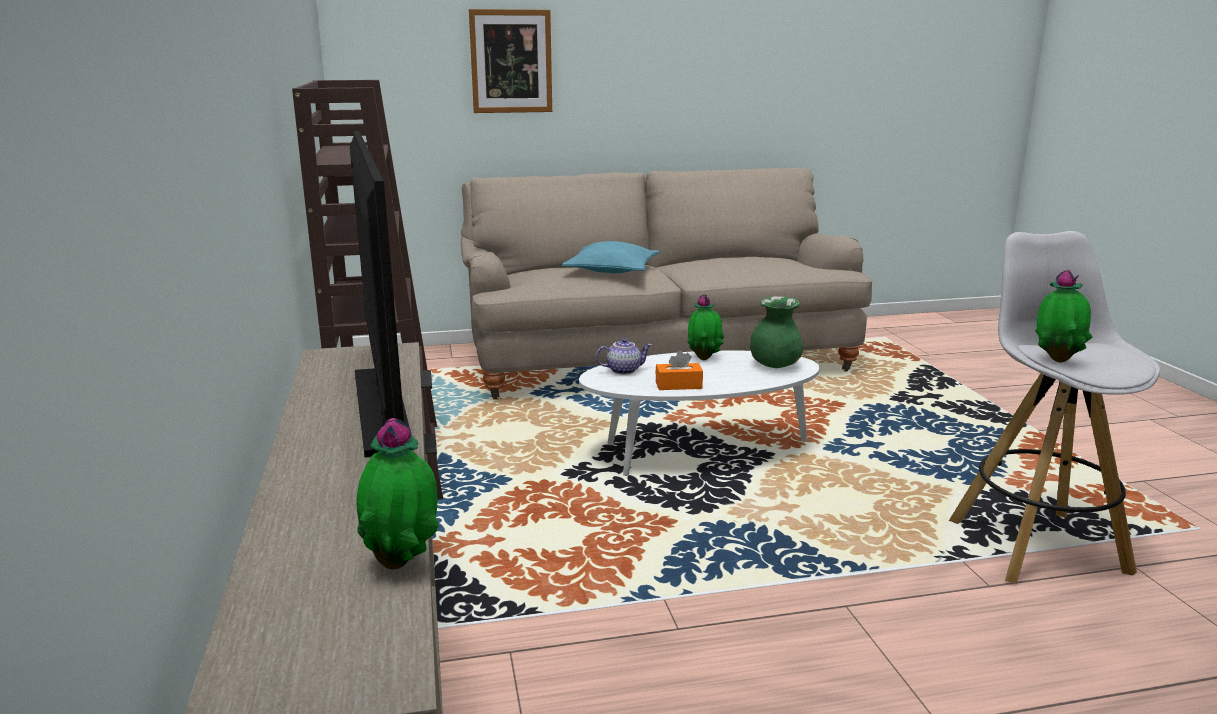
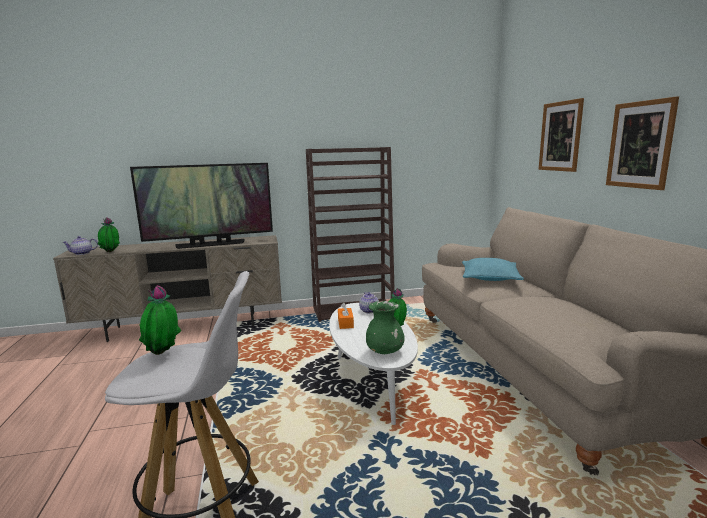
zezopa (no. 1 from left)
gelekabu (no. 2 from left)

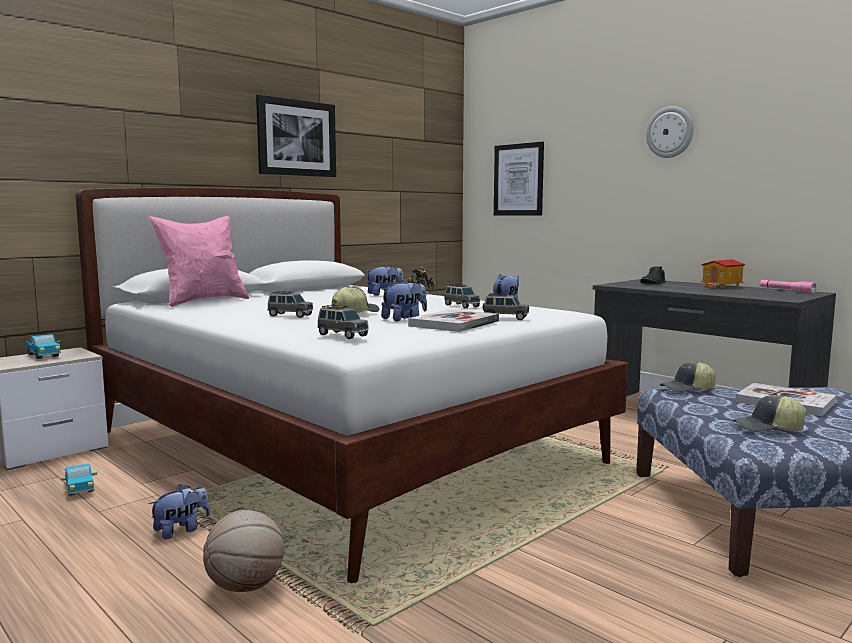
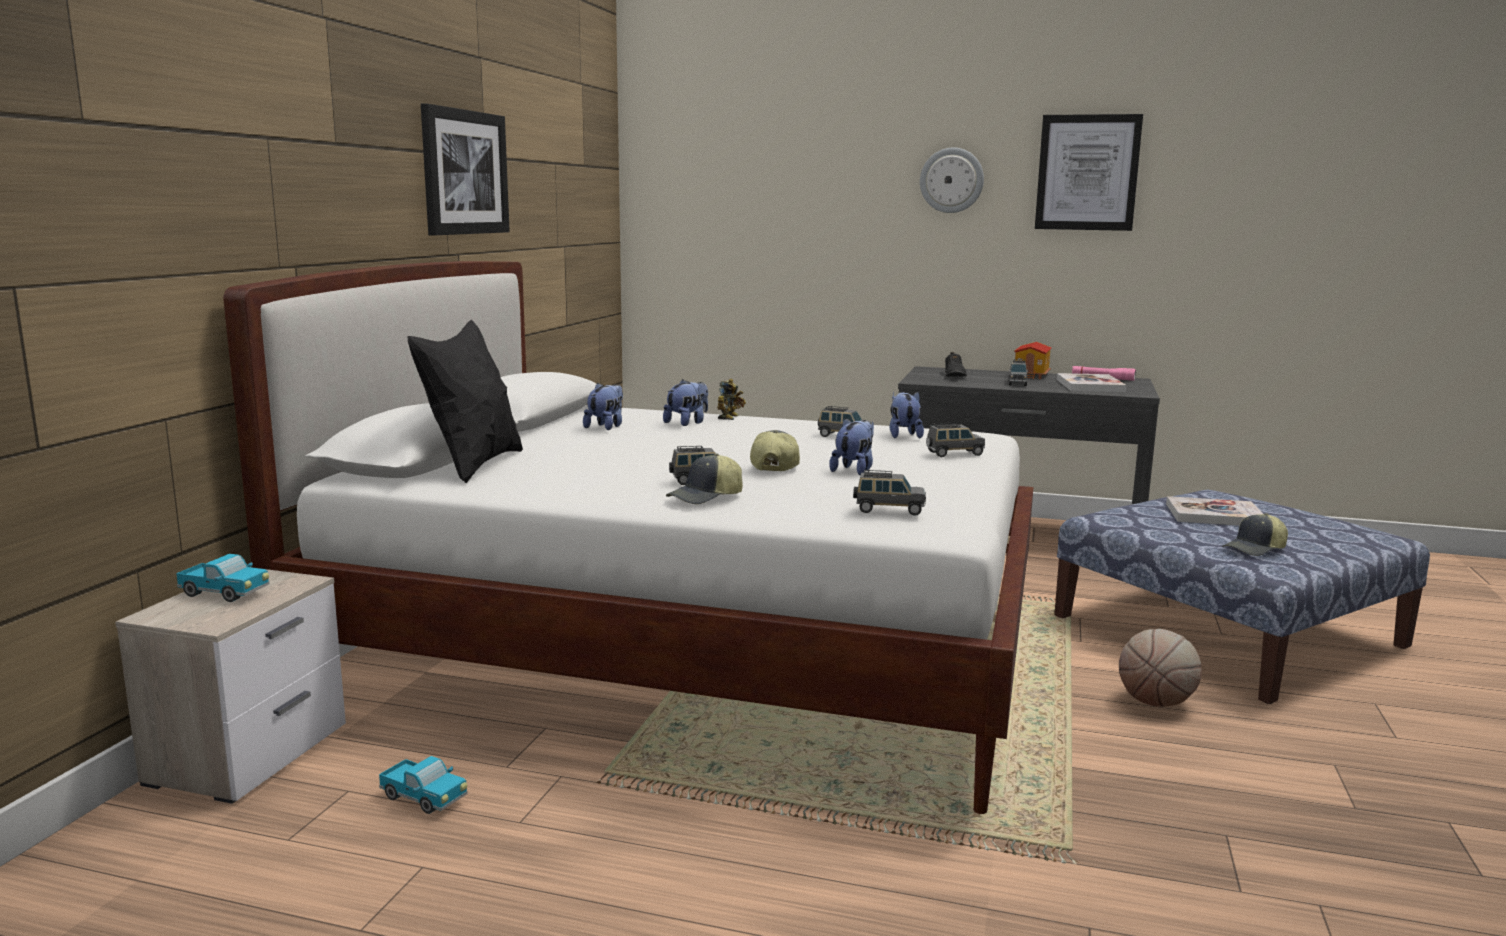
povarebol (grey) (no. 5 from left)
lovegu (no. 1 from left)
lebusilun
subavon (no. 1 from left)
gelekabu (no. 2 from left)
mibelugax (no. 1 from left)
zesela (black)

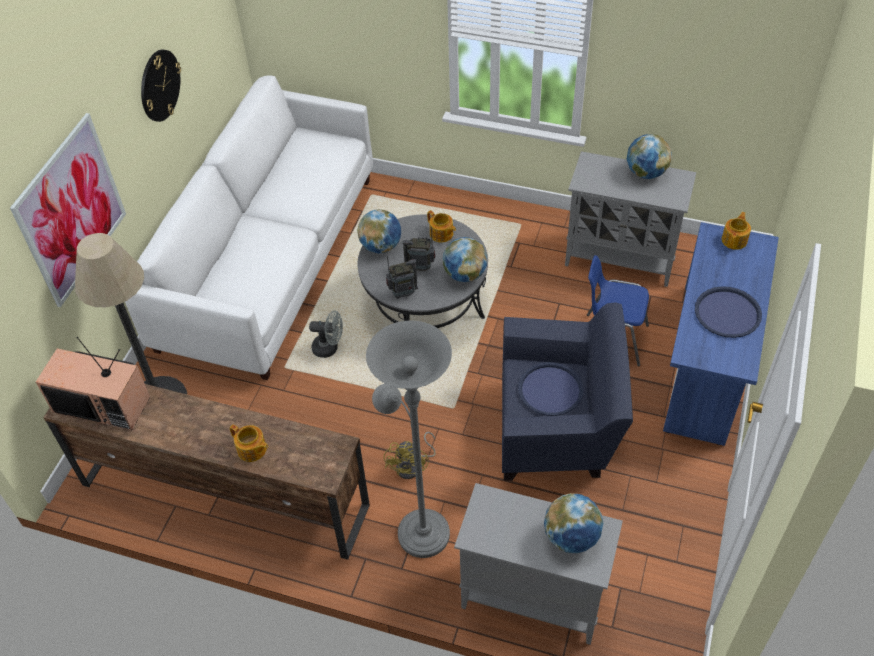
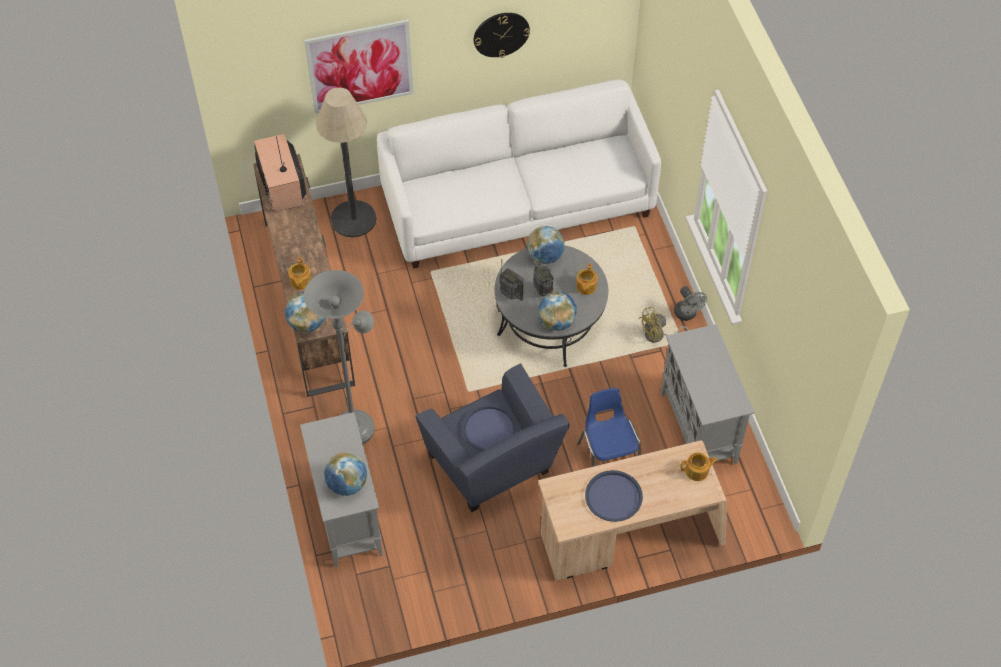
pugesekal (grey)
pugesekal (yellow)
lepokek (no. 1 from left)
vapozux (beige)

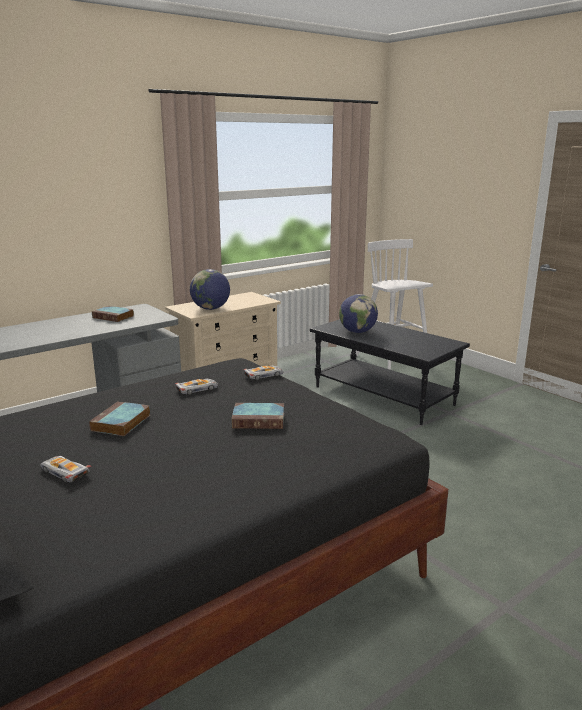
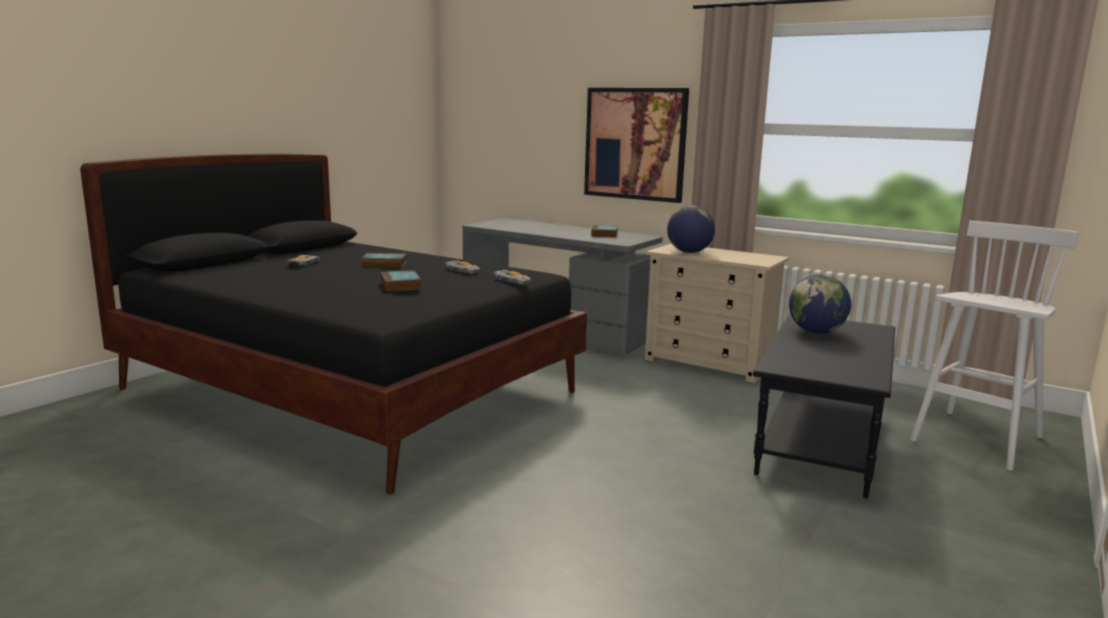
gelekabu

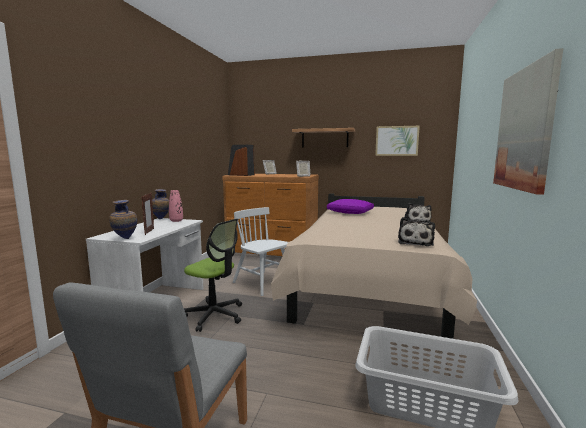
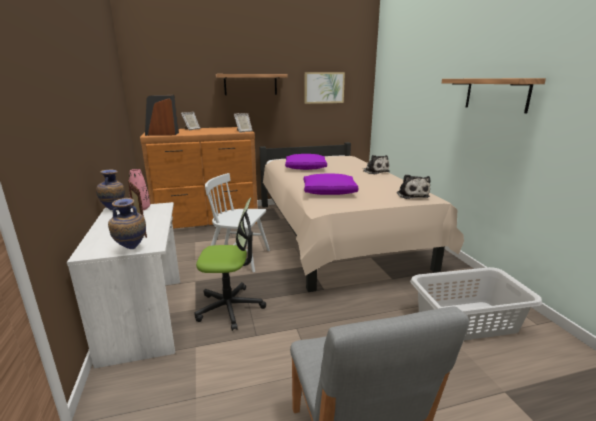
zesela (purple) (no. 2 from left)
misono (no. 2 from left)

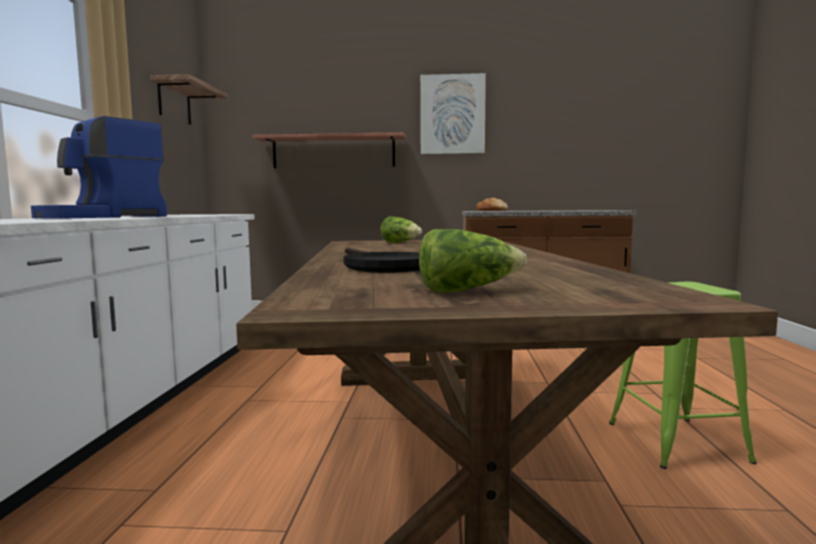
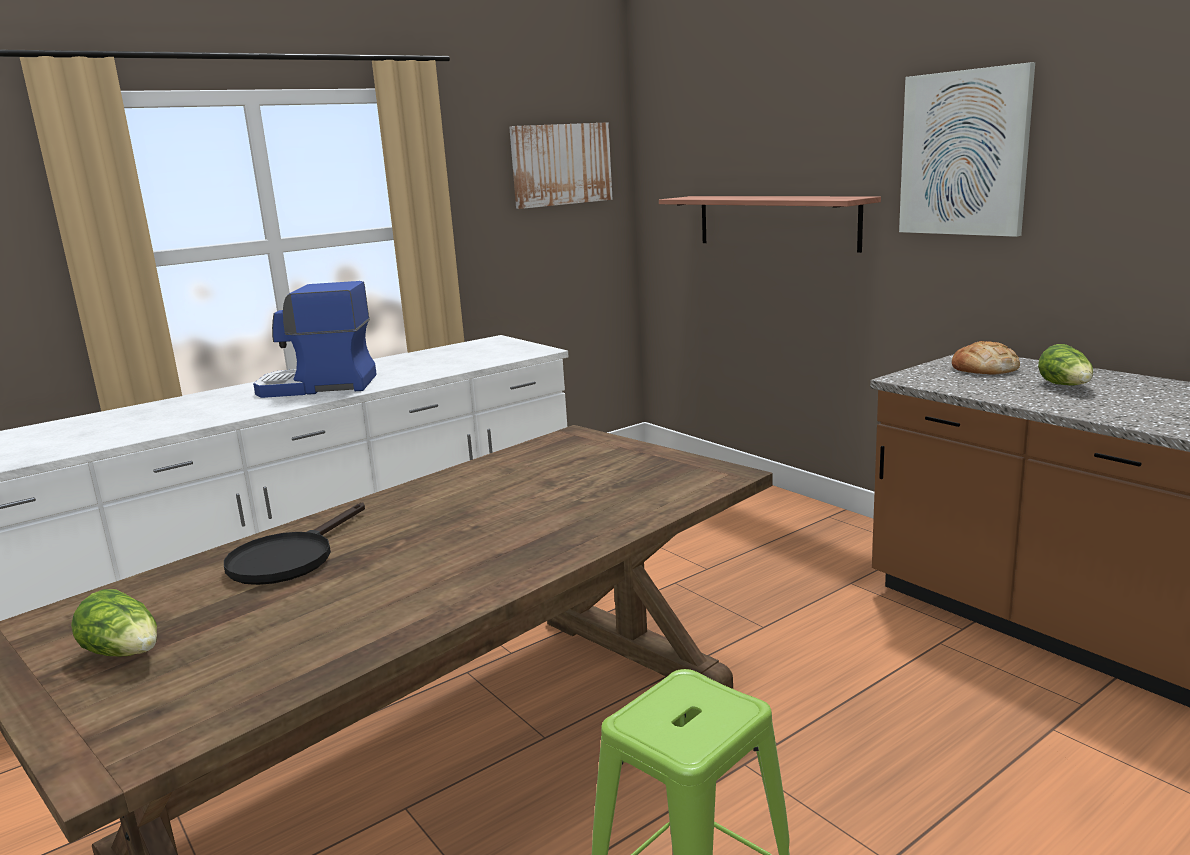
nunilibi (no. 2 from left)
gelekabu (no. 1 from left)

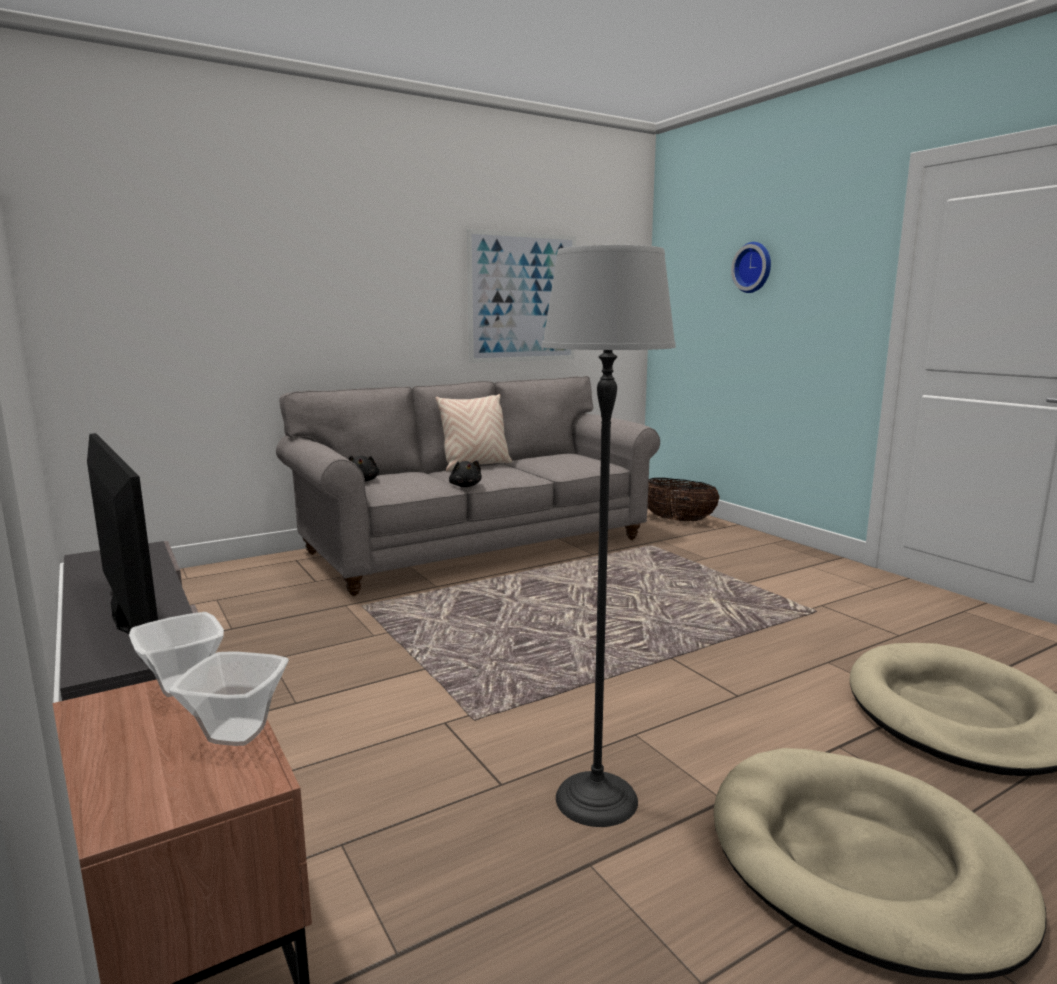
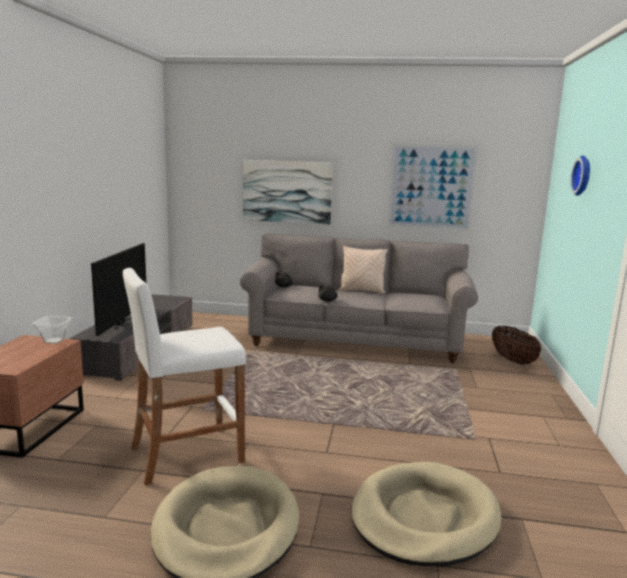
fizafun (no. 2 from left in the first image)
gelekabu (no. 1 from left)
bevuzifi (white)

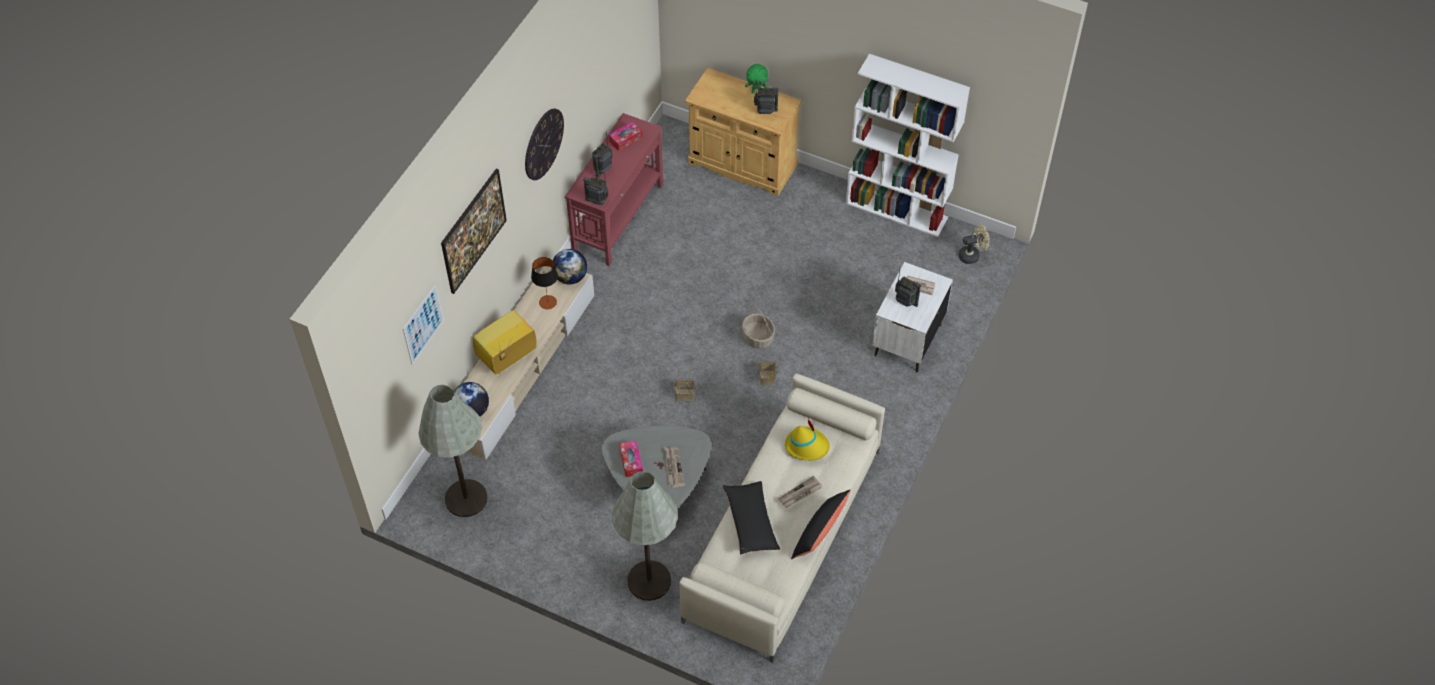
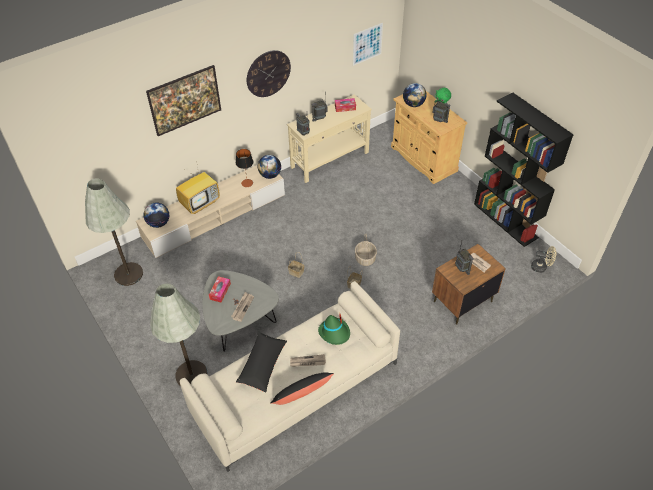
lepokek (no. 3 from left)
gelekabu (no. 2 from left)
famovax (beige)
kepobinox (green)
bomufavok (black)
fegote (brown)
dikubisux

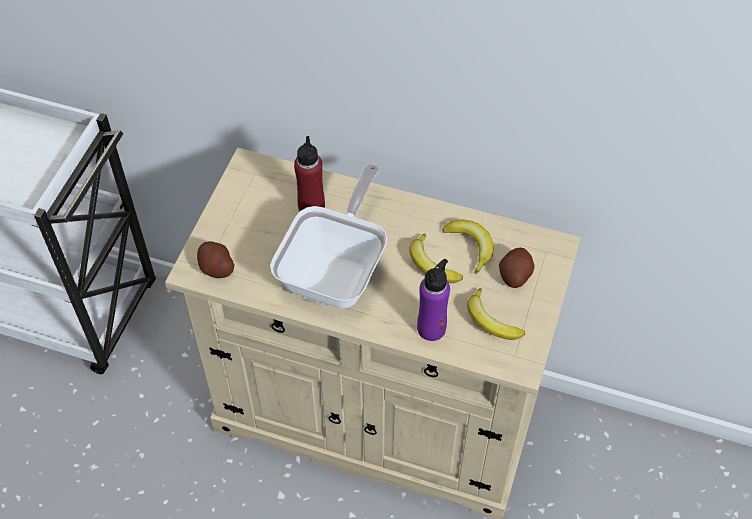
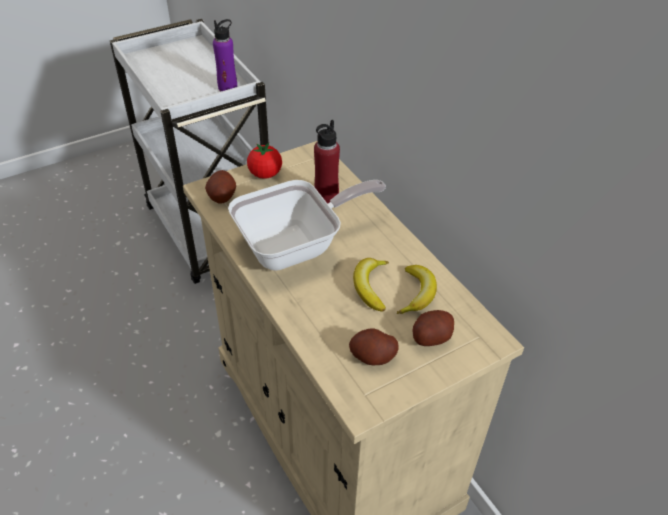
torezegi
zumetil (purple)
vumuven (no. 2 from left)

